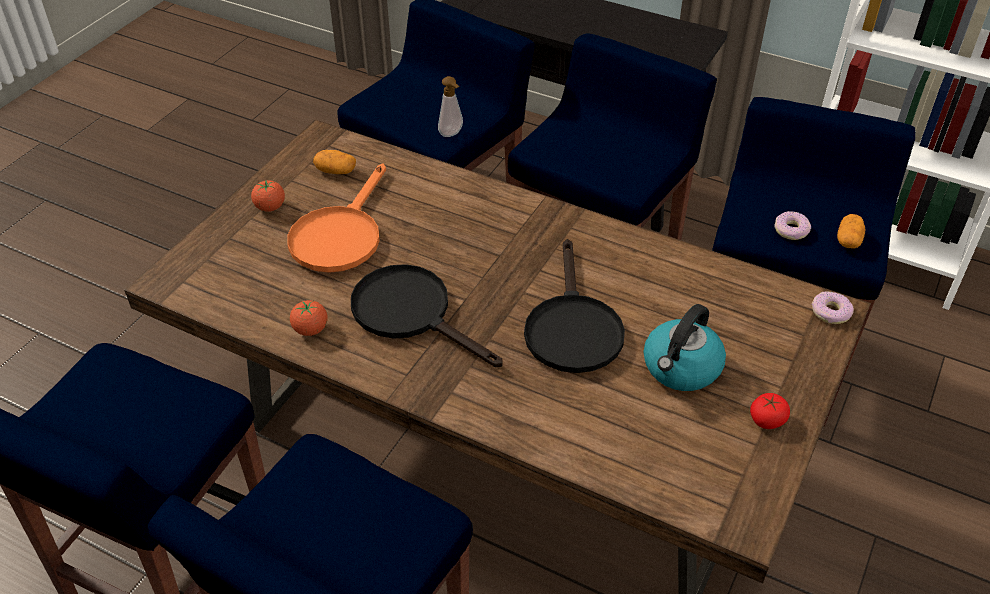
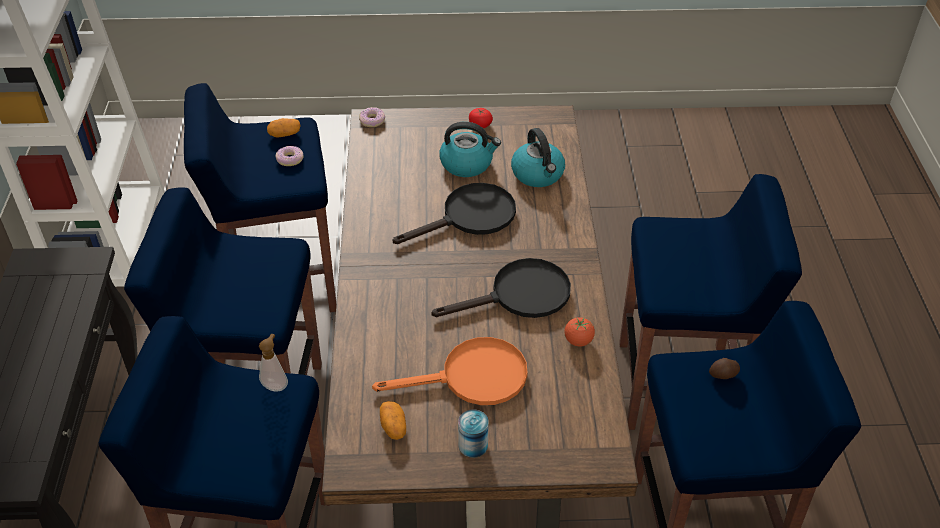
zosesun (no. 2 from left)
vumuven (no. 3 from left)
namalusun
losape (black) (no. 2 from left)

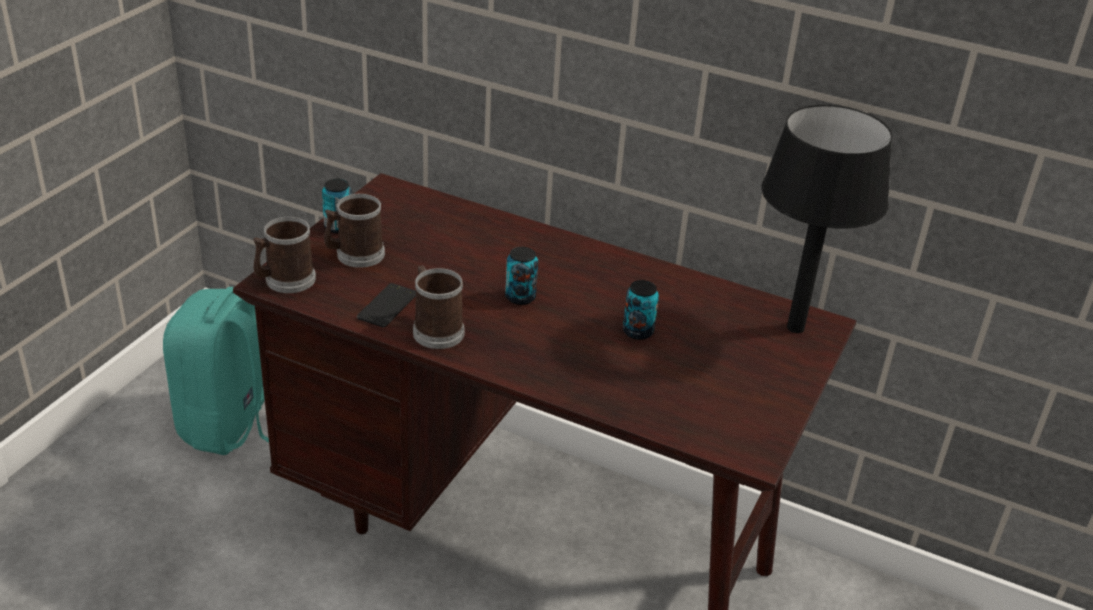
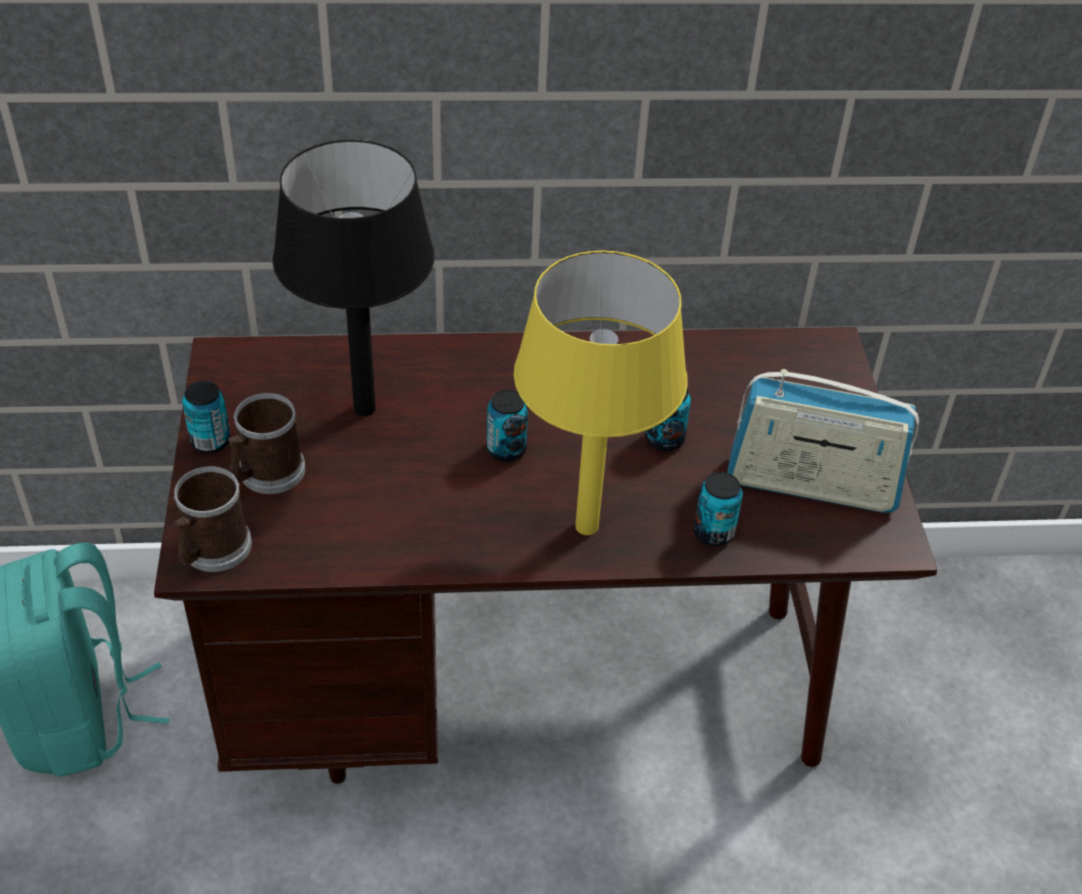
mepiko
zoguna (no. 3 from left in the first image)
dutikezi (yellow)
namalusun (no. 4 from left)
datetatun
dutikezi (black)

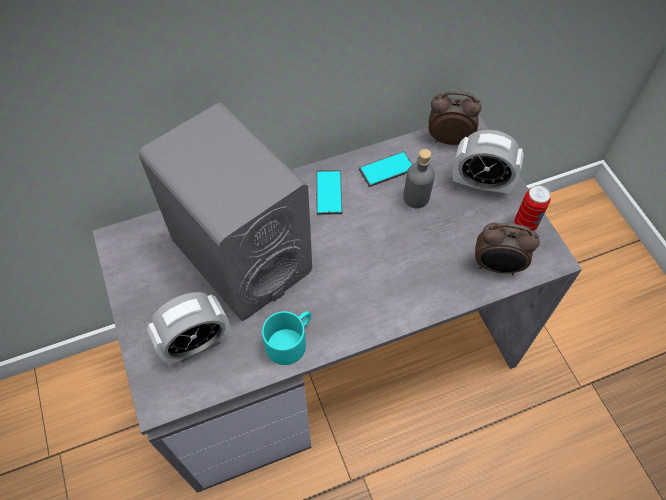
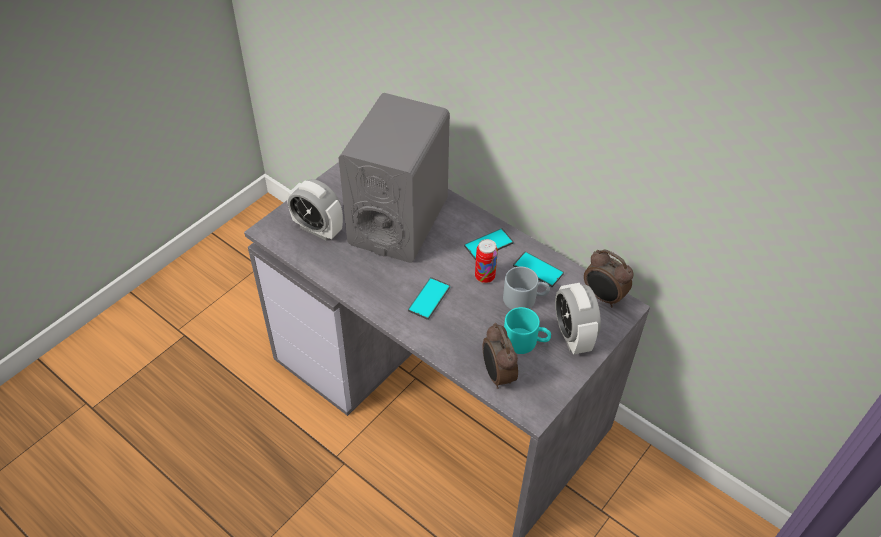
mepiko (no. 1 from left)
zoguna (turquoise)
namalusun
zoguna (grey)
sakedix (no. 4 from left)

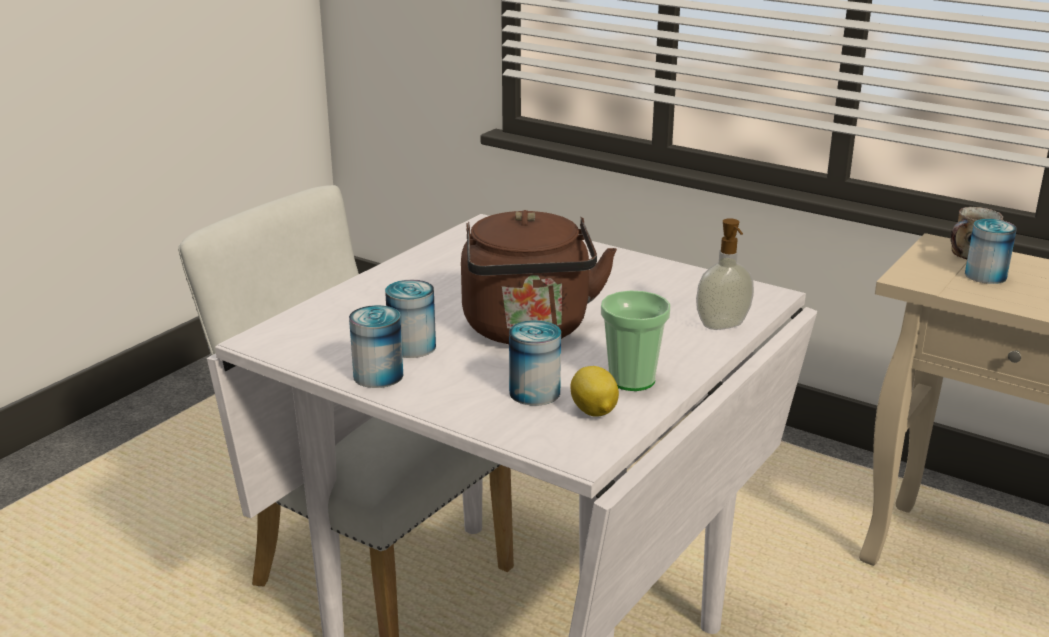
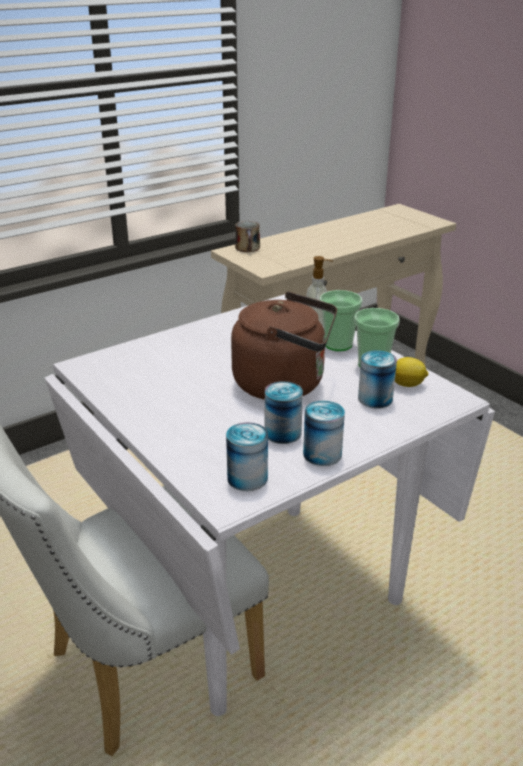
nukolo (no. 1 from left)
namalusun (no. 1 from left)

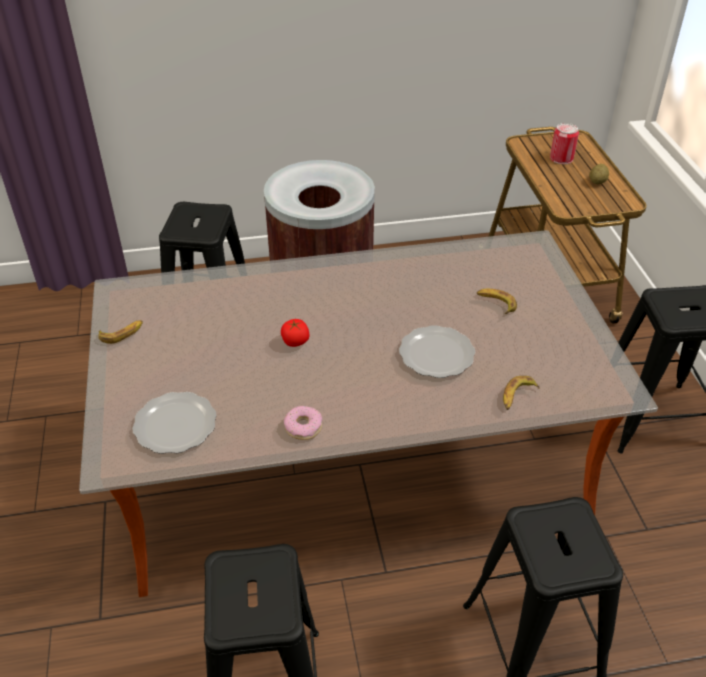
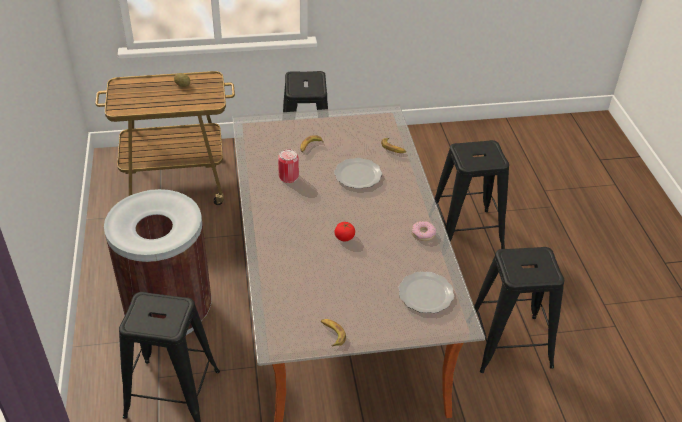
namalusun

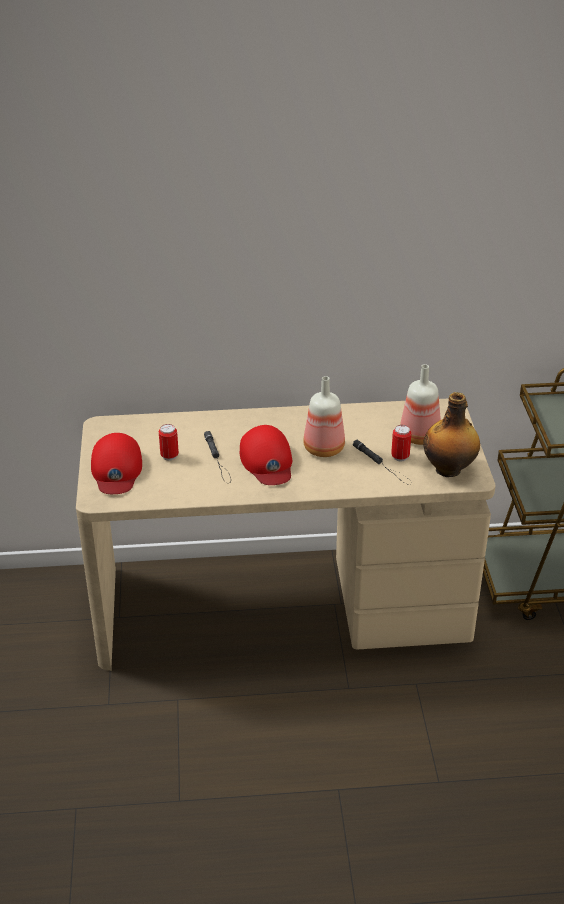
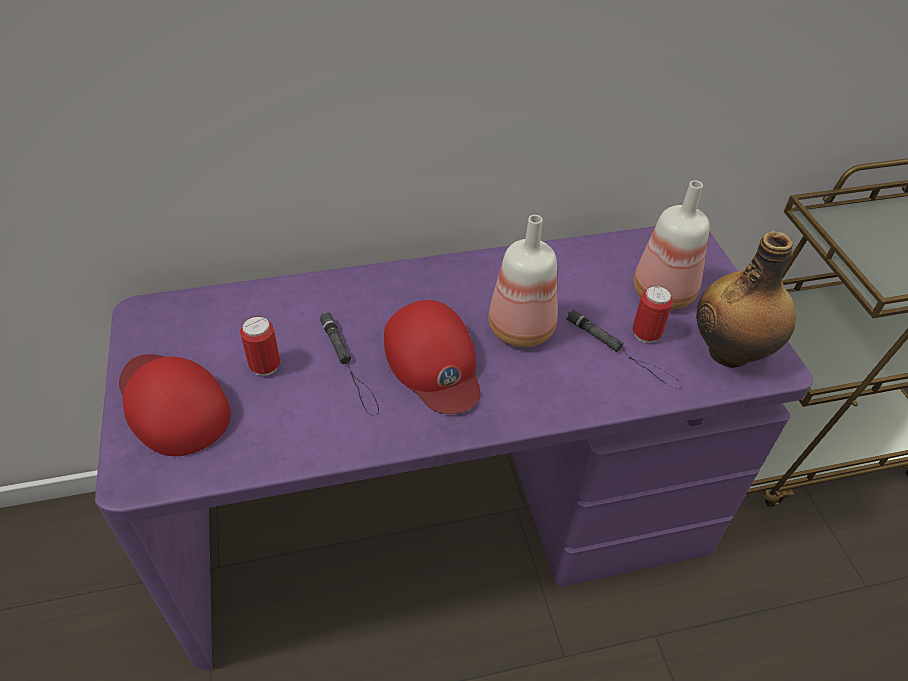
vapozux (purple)
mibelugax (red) (no. 1 from left)

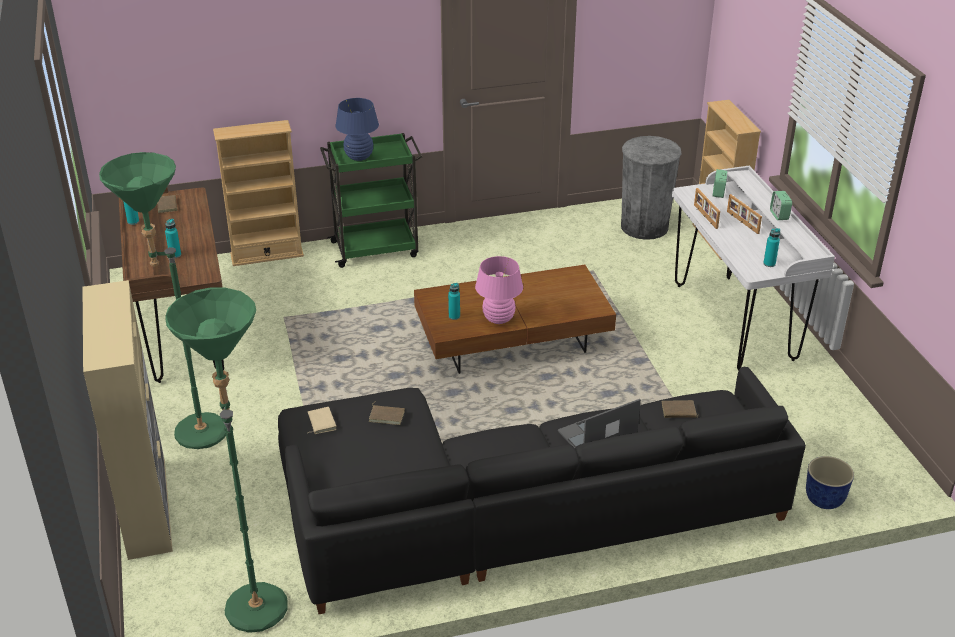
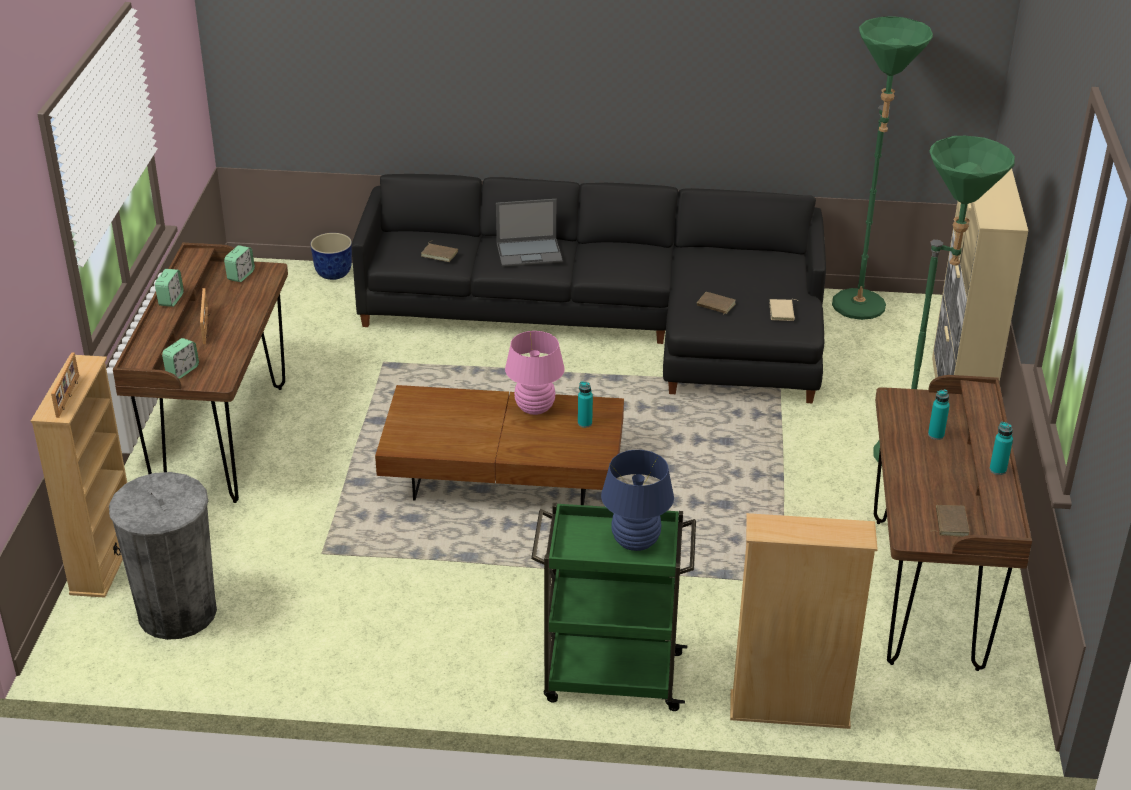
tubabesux (no. 1 from left)
sakedix (no. 3 from left)
vapozux (brown) (no. 1 from left)

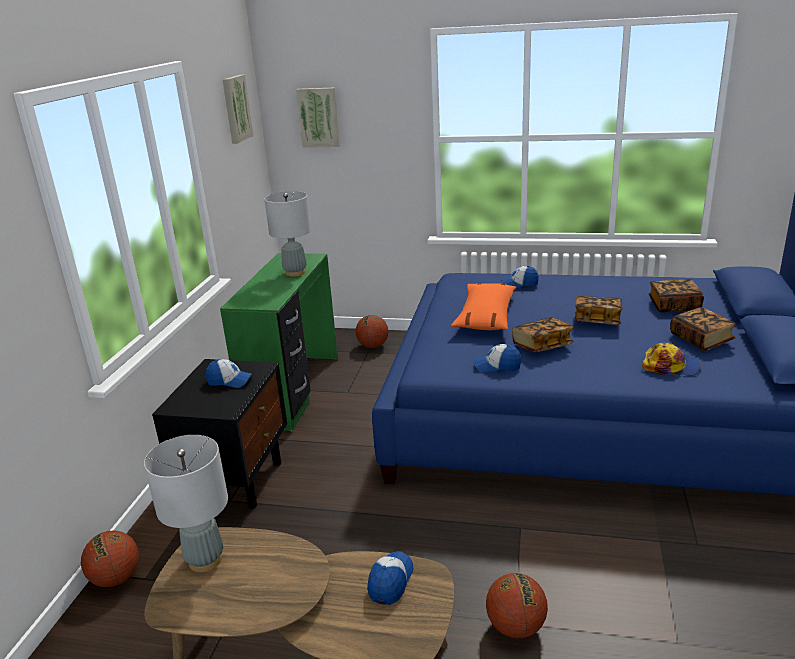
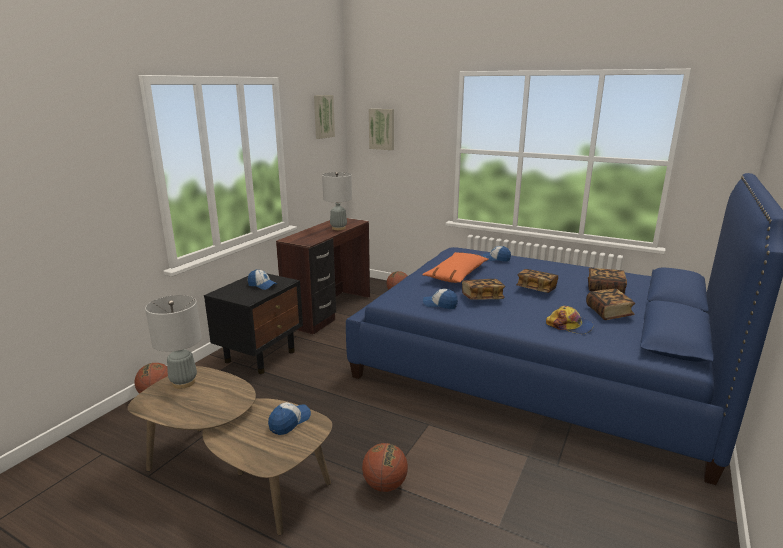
vapozux (brown)

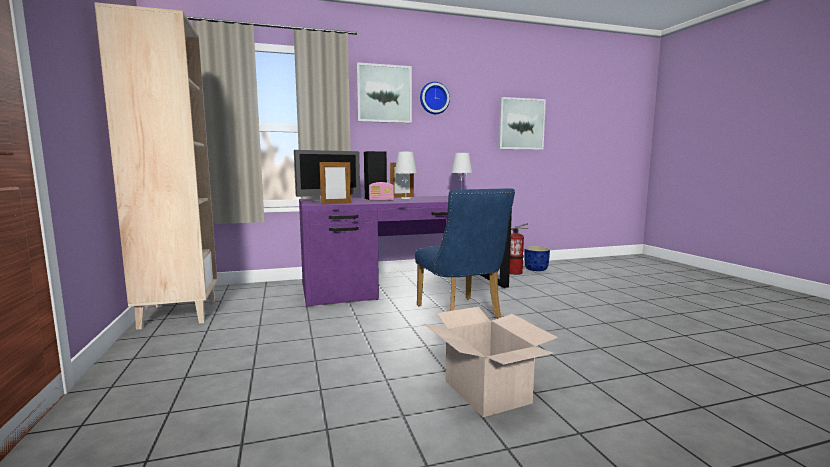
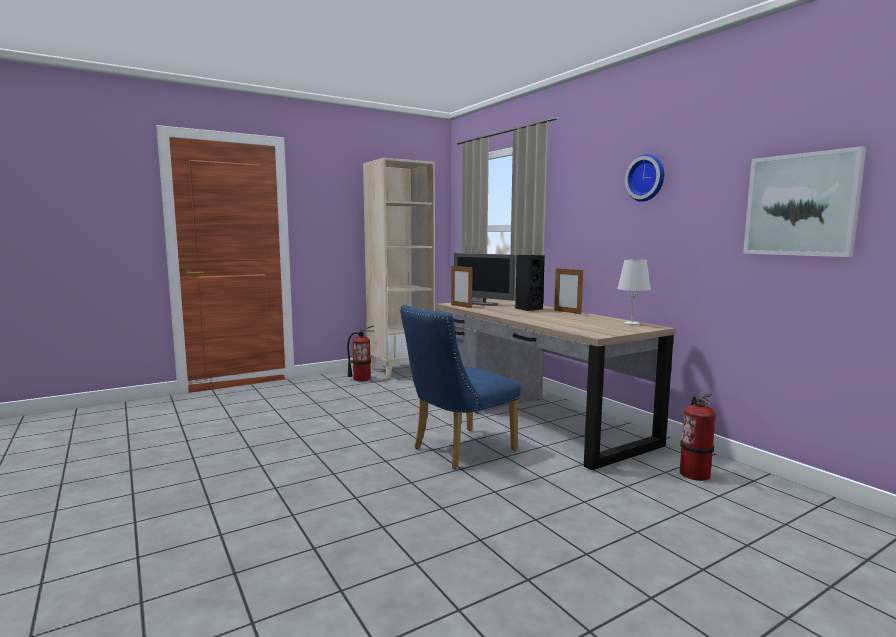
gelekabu (no. 1 from left in the first image)
datetatun
dutikezi (white) (no. 1 from left in the first image)
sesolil
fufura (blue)
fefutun (no. 1 from left)
vapozux (brown)

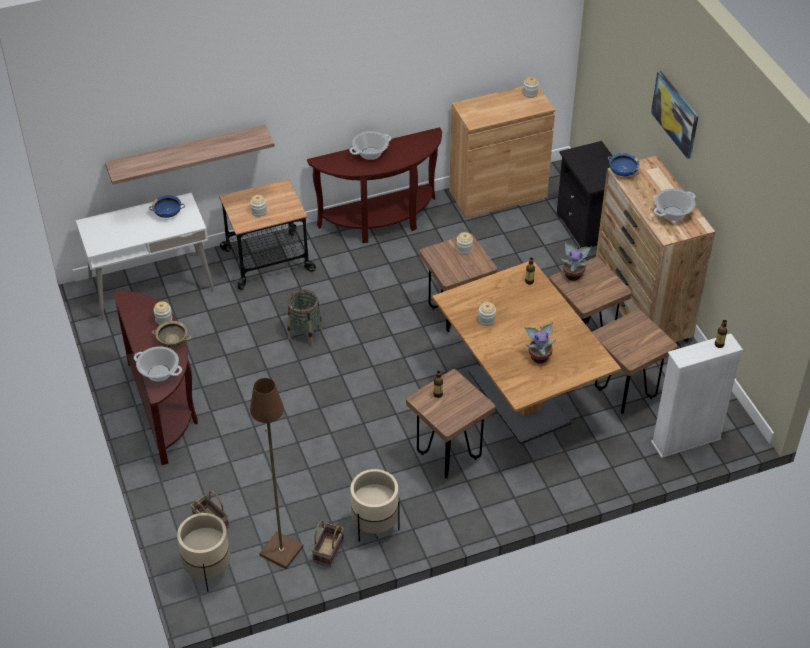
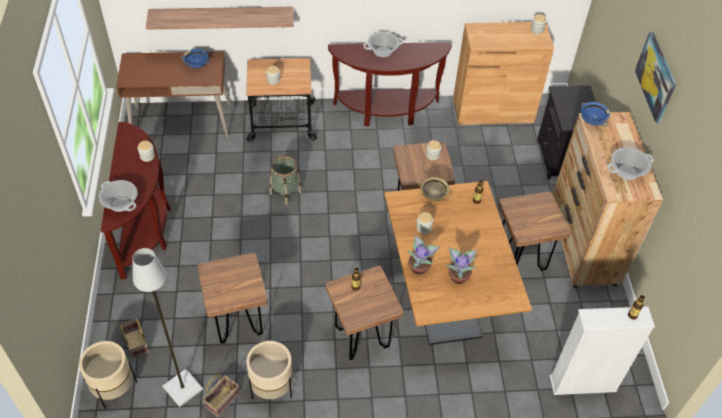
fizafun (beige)
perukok (no. 1 from left)
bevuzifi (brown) (no. 1 from left)
vapozux (brown)
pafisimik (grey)

